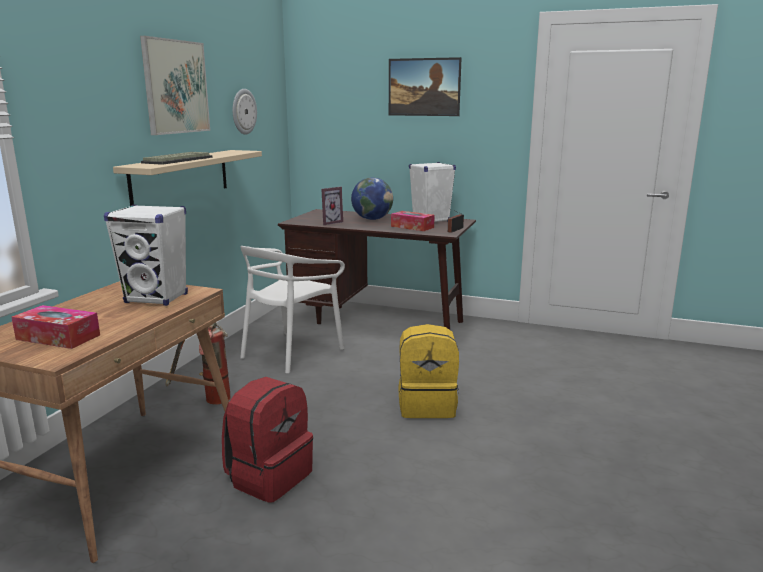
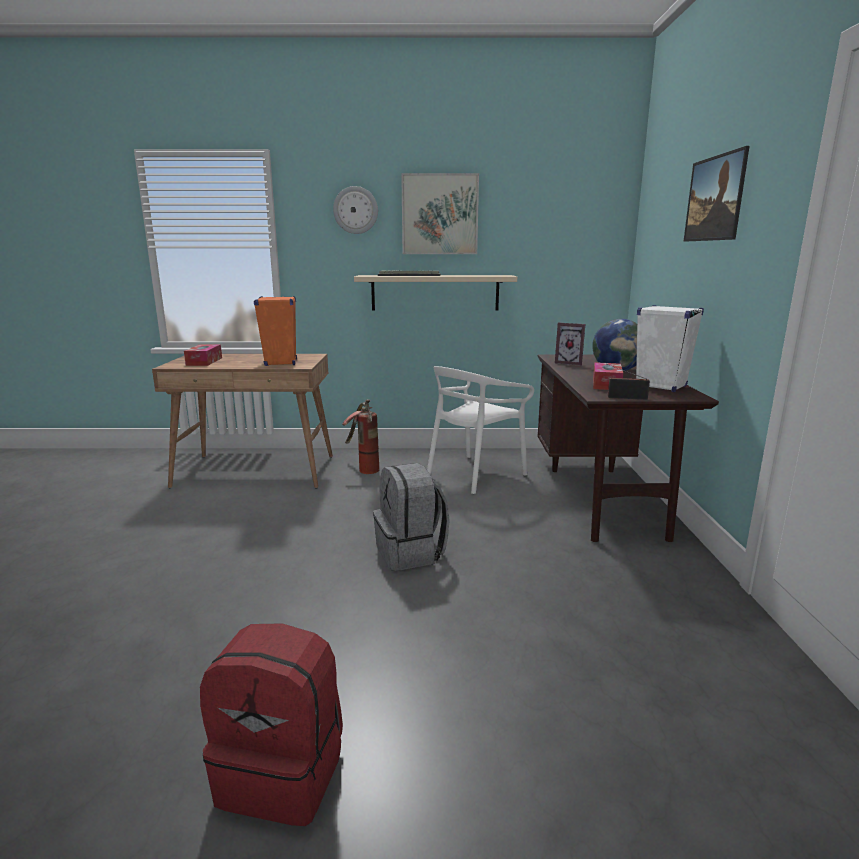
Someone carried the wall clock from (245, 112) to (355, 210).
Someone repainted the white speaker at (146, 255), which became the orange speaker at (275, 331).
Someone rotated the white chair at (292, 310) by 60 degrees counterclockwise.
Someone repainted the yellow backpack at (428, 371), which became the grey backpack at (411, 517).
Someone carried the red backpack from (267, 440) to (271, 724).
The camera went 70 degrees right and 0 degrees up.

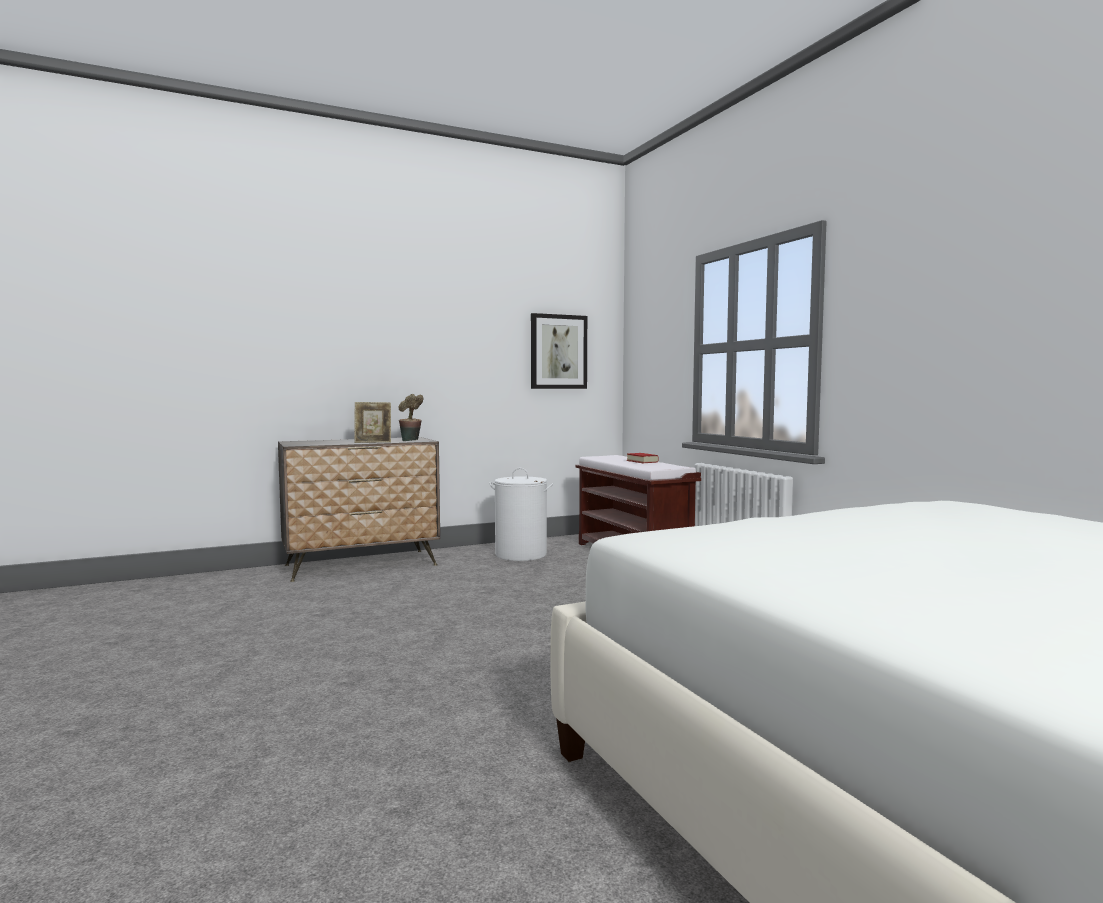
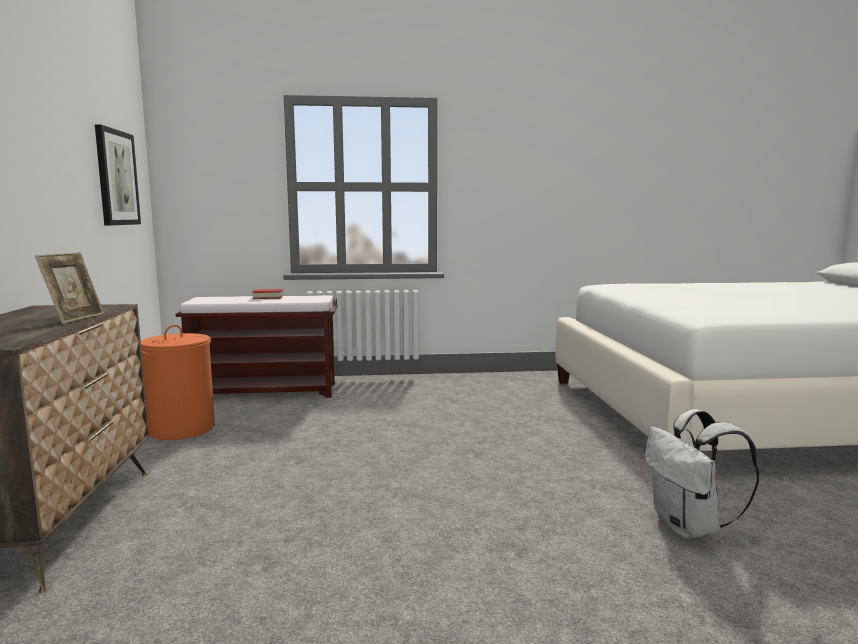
Someone took away the potted plant at (411, 417).
Someone repainted the white laundry basket at (521, 514), which became the orange laundry basket at (178, 382).
Someone put down the white backpack at (702, 474).
The camera went 70 degrees left and 5 degrees up.

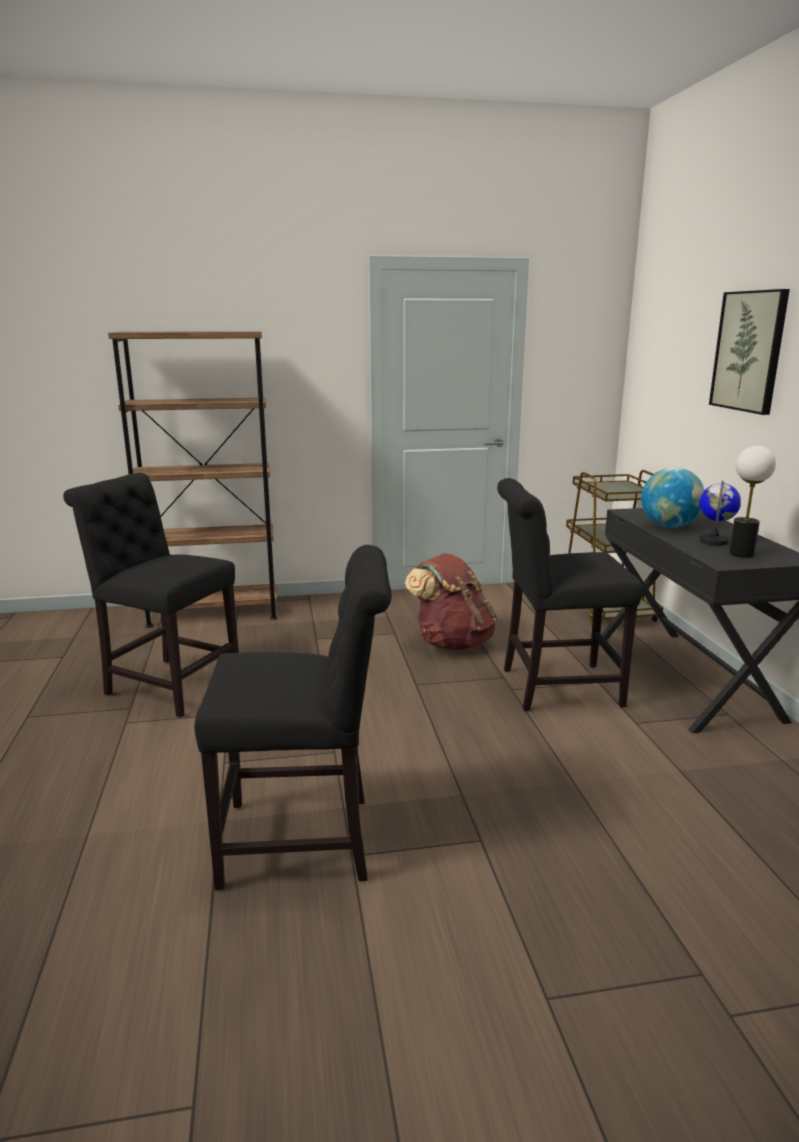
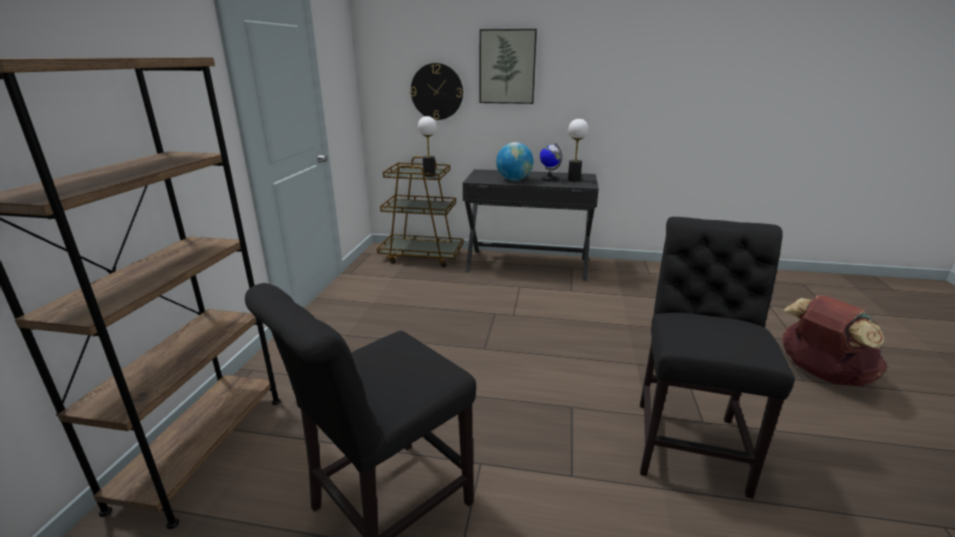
Someone took away the black chair at (569, 594).
Someone carried the brown backpack from (451, 601) to (834, 340).
Someone put up the wall clock at (437, 91).
Someone put down the table lamp at (427, 146).
The camera went 70 degrees left and 5 degrees up.

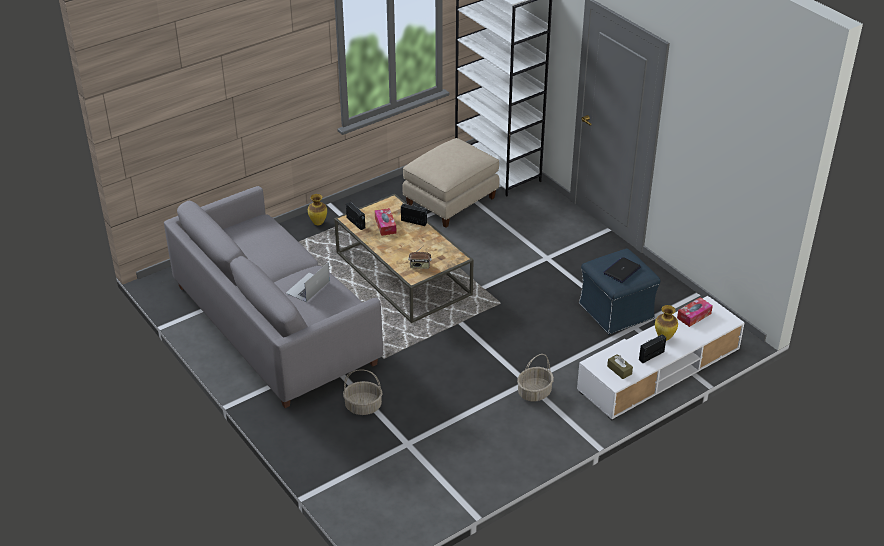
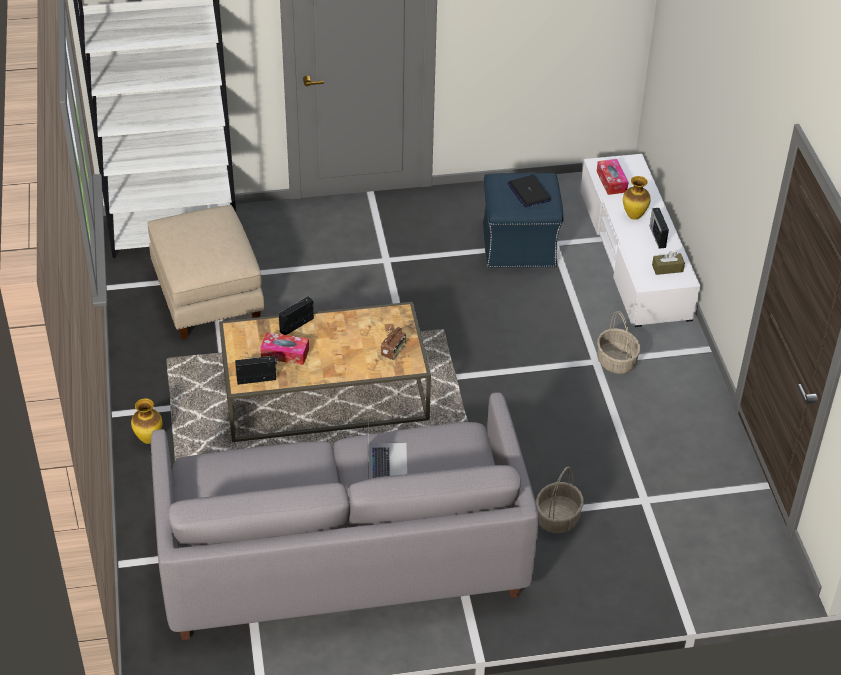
Someone rotated the laptop at (308, 282) by 150 degrees counterclockwise.
The camera went 65 degrees left and 5 degrees up.

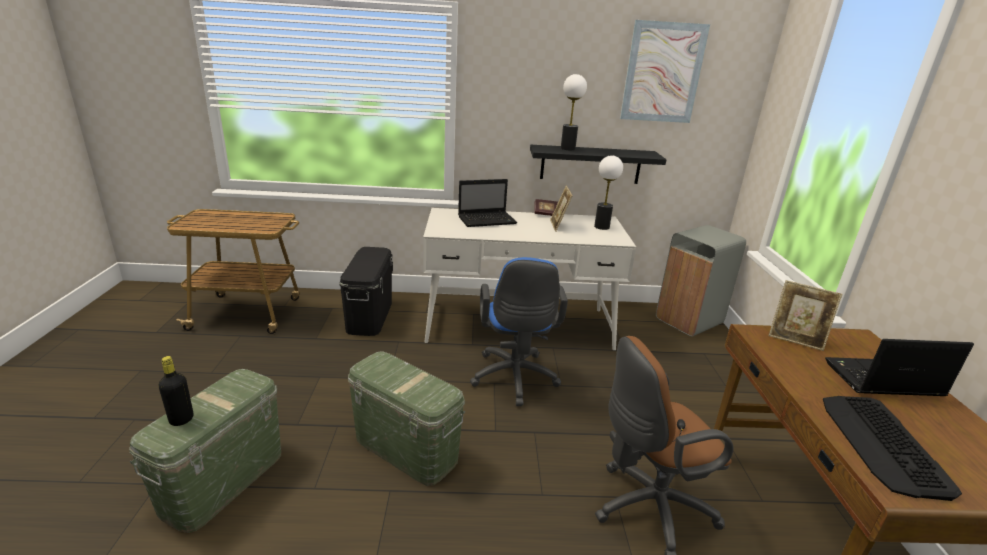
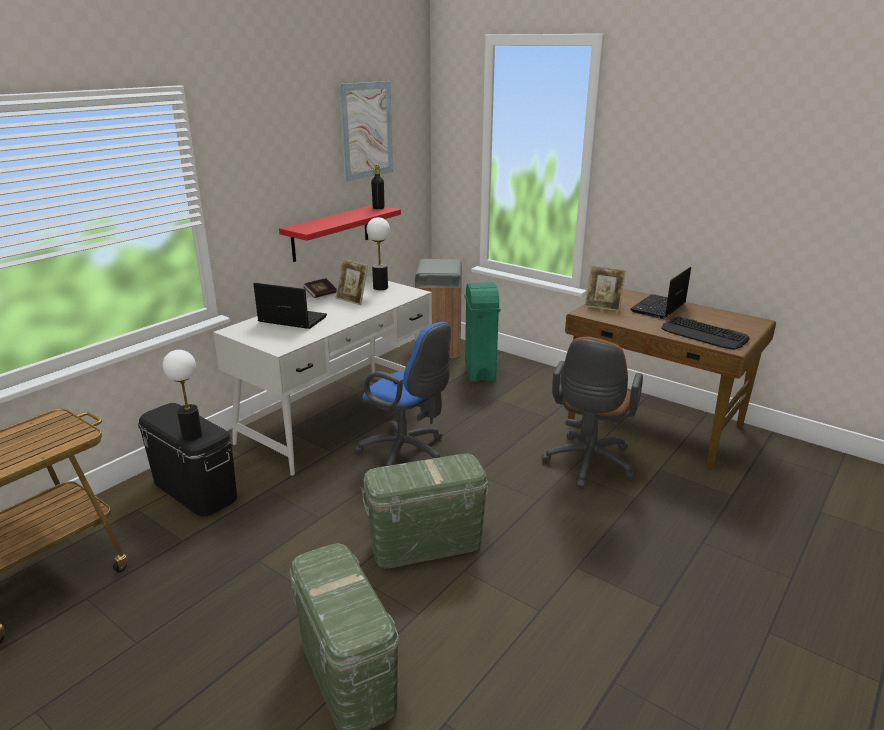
Someone carried the table lamp from (574, 112) to (182, 395).
Someone repainted the black shelf at (598, 164), which became the red shelf at (340, 233).
Someone rotated the laptop at (487, 203) by 90 degrees counterclockwise.
Someone rotated the picture frame at (805, 315) by 45 degrees clockwise.
Someone carried the black bottle from (175, 391) to (377, 186).
Someone put down the green trash can at (483, 332).
The camera went 50 degrees left and 0 degrees up.

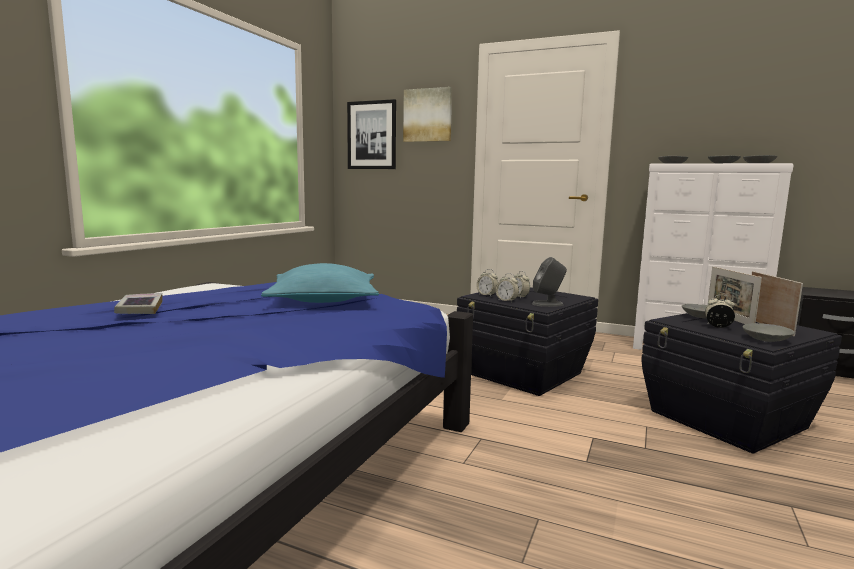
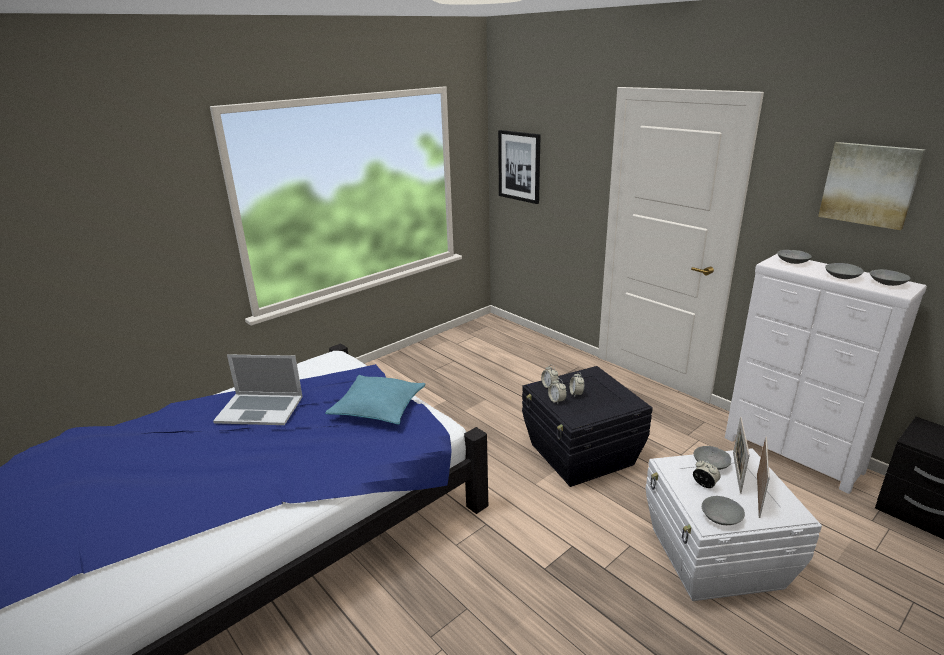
Someone carried the picture from (427, 114) to (872, 186).
Someone took away the grey speaker at (549, 282).
Someone swapped the book at (138, 303) for the laptop at (258, 389).
Someone repainted the black storage box at (741, 383), which became the white storage box at (734, 524).
The camera went 25 degrees right and 15 degrees up.

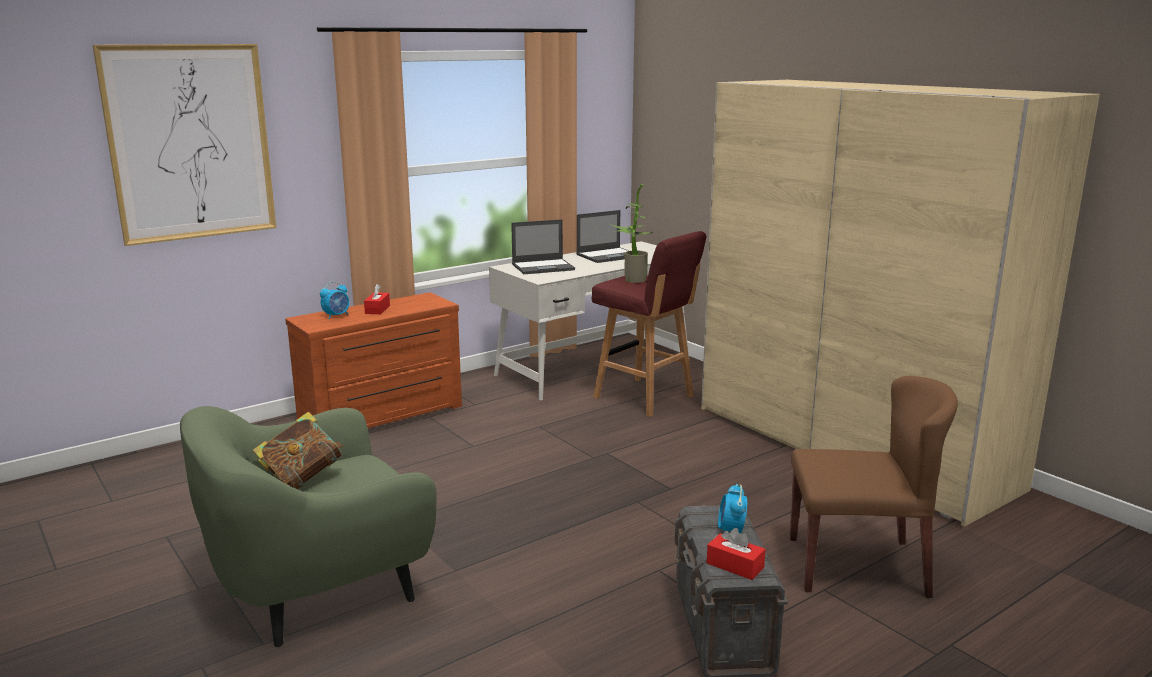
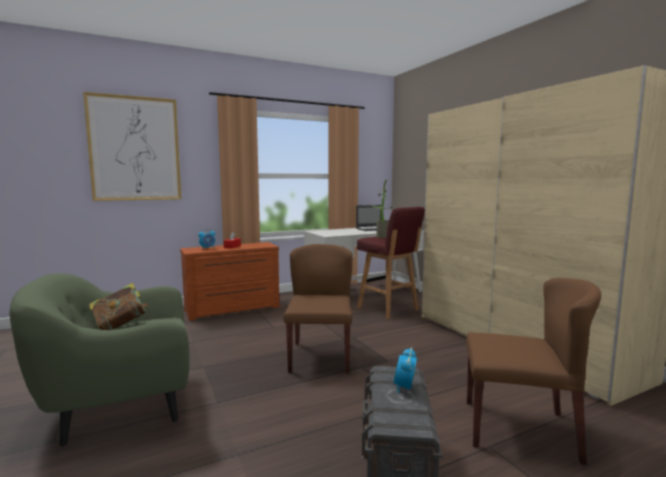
Someone took away the laptop at (543, 246).
Someone took away the red tissue box at (736, 554).
Someone put down the brown chair at (318, 309).
The camera went 10 degrees right and 10 degrees down.

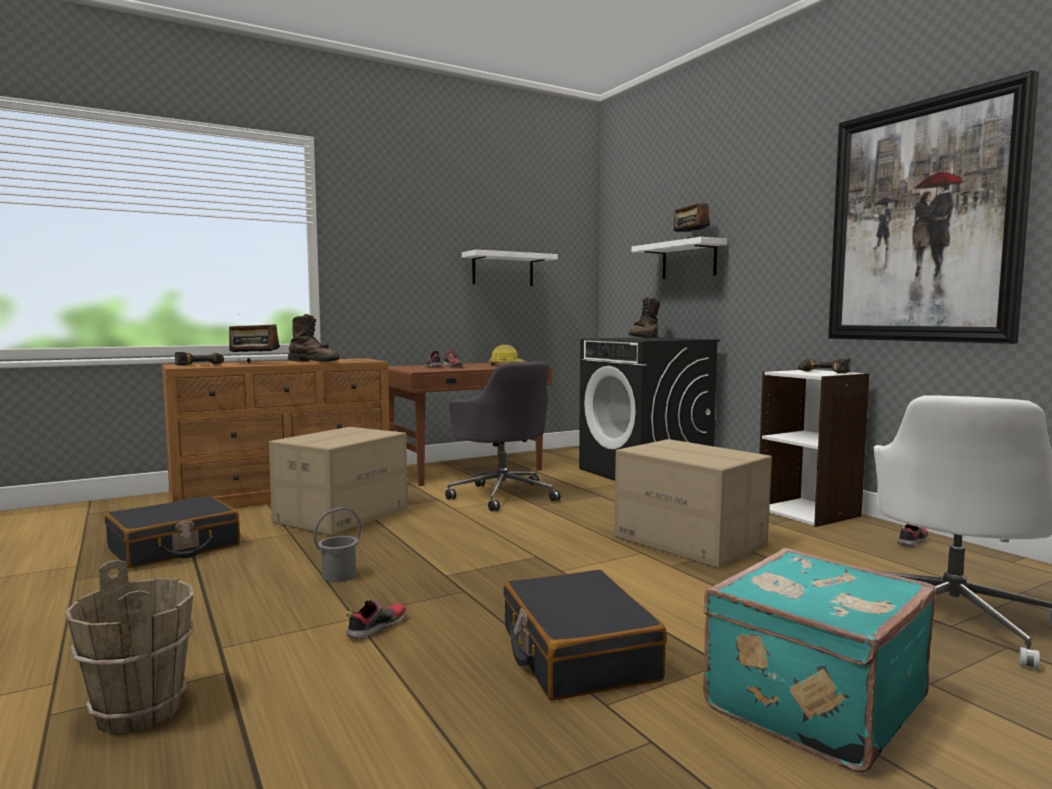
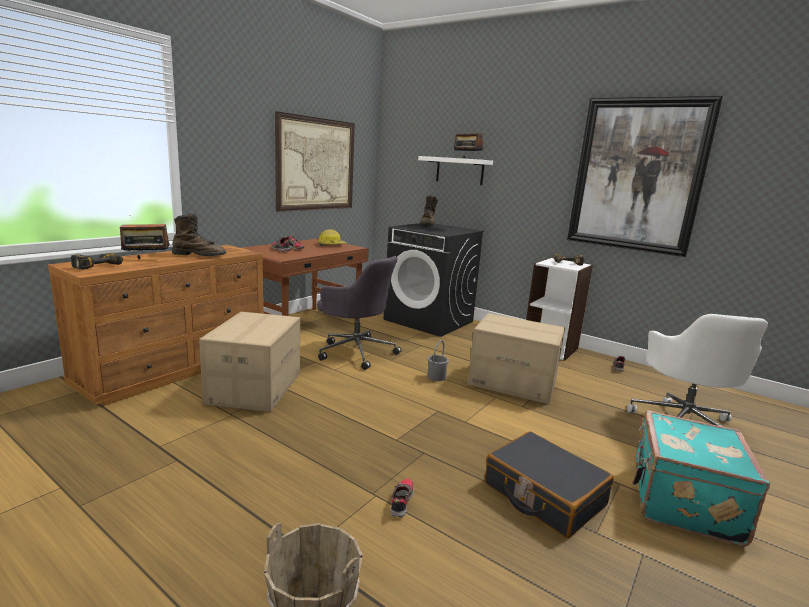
Someone swapped the white shelf at (510, 268) for the picture at (315, 161).
Someone took away the black suitcase at (172, 532).
Someone carried the grey bucket from (337, 545) to (438, 360).
The camera went 25 degrees left and 10 degrees up.

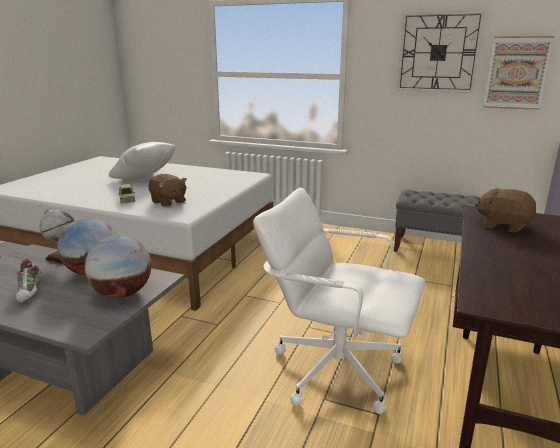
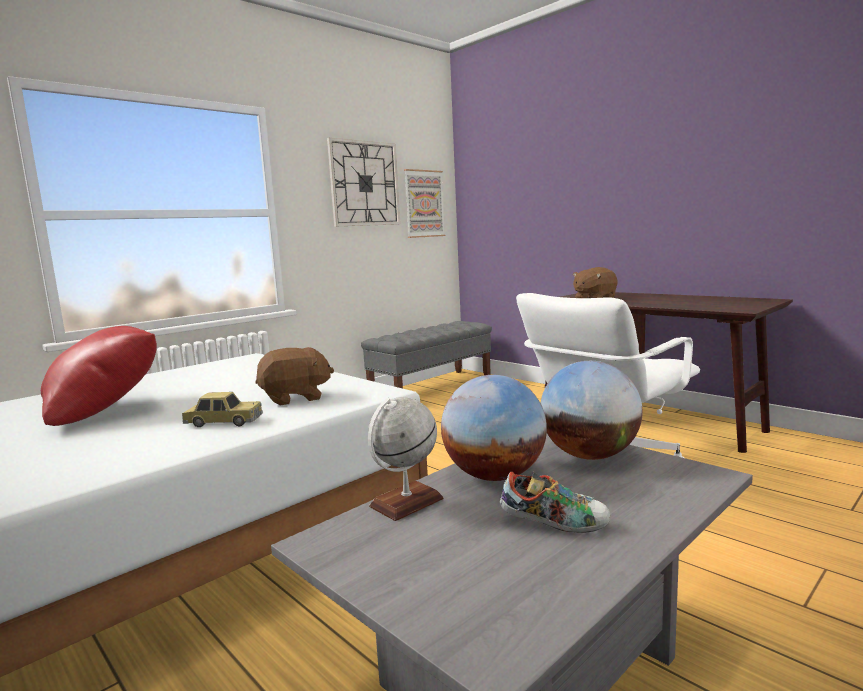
Someone repainted the white pillow at (142, 160), which became the red pillow at (99, 376).
The camera went 65 degrees left and 10 degrees down.

